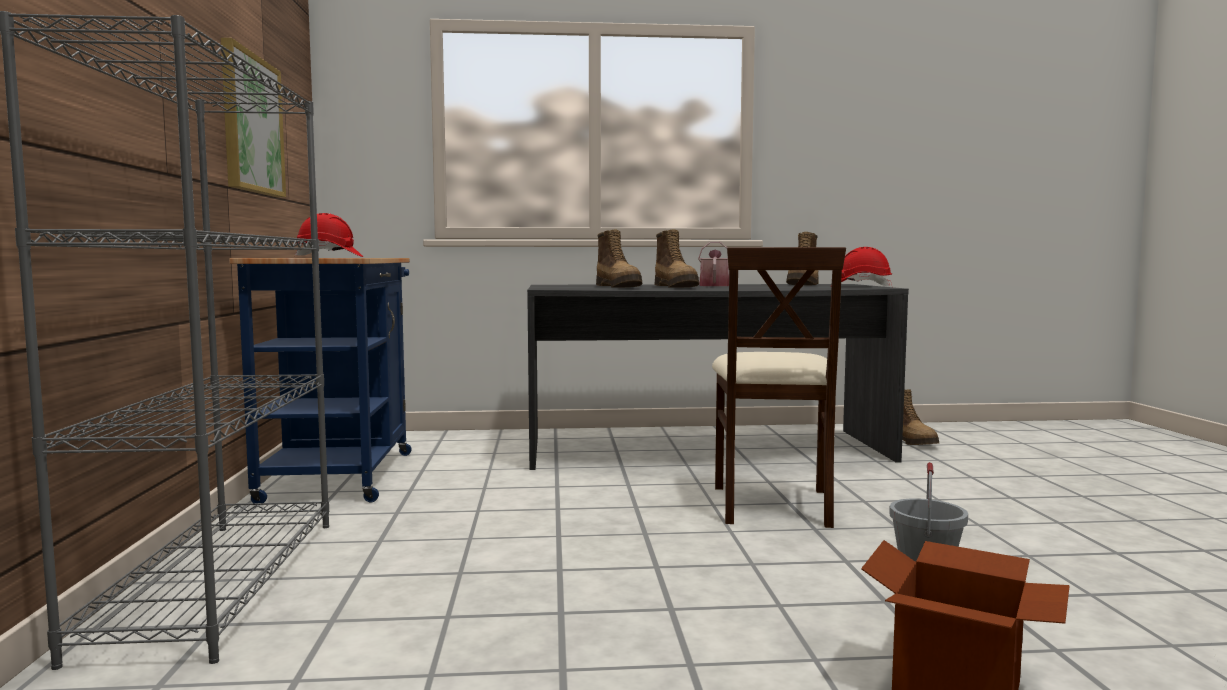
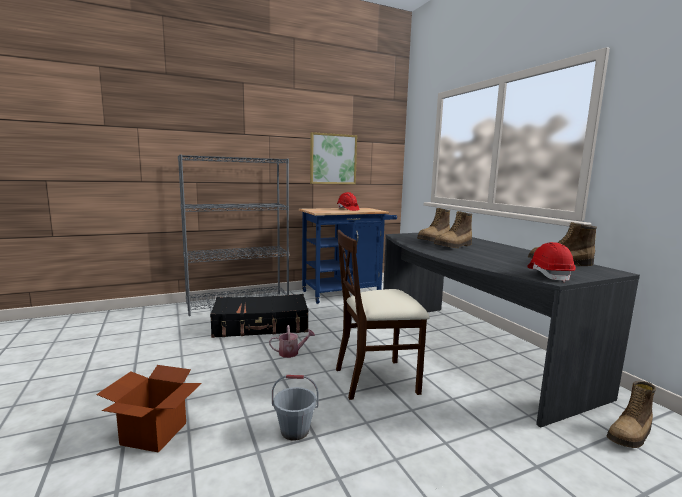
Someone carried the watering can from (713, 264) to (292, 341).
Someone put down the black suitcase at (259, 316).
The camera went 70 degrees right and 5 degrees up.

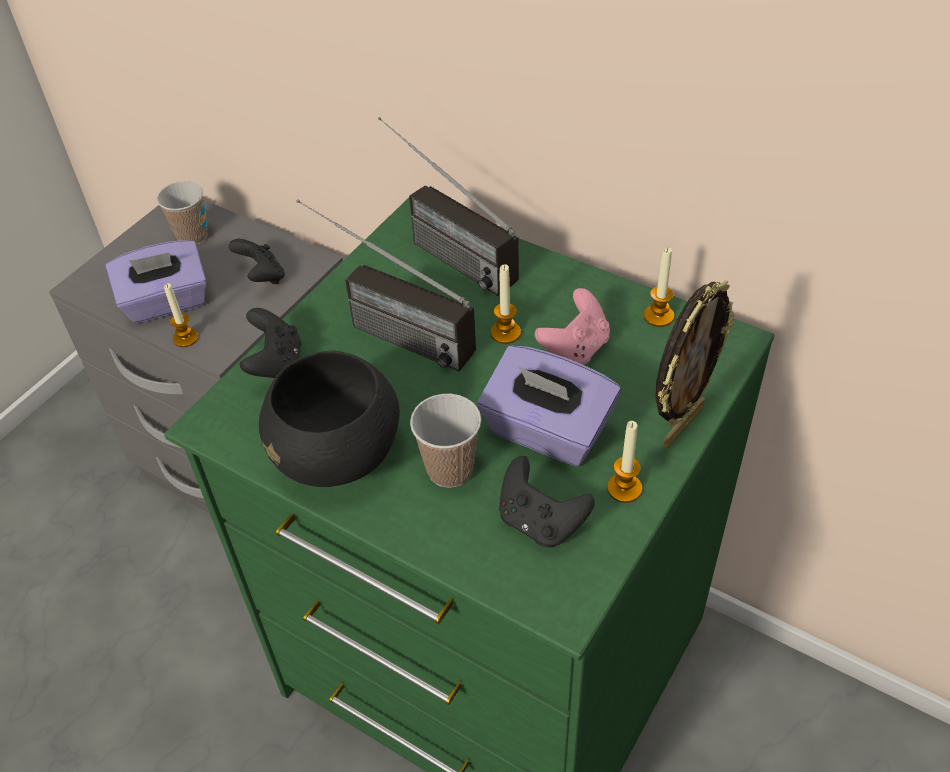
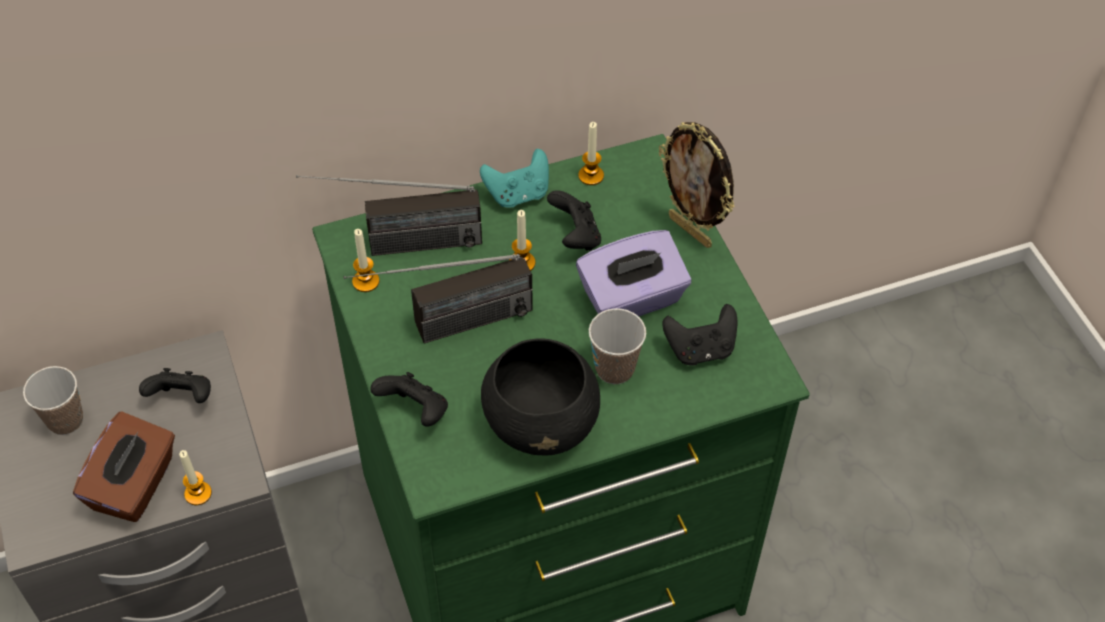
Someone repainted the purple tissue box at (156, 281), which became the brown tissue box at (124, 466).
Someone rotated the picture frame at (694, 364) by 150 degrees clockwise.
Someone repainted the pink game controller at (572, 326), which became the black game controller at (574, 220).
Someone carried the candle from (624, 462) to (366, 260).
Someone put down the turquoise game controller at (514, 178).
The camera went 55 degrees left and 5 degrees up.

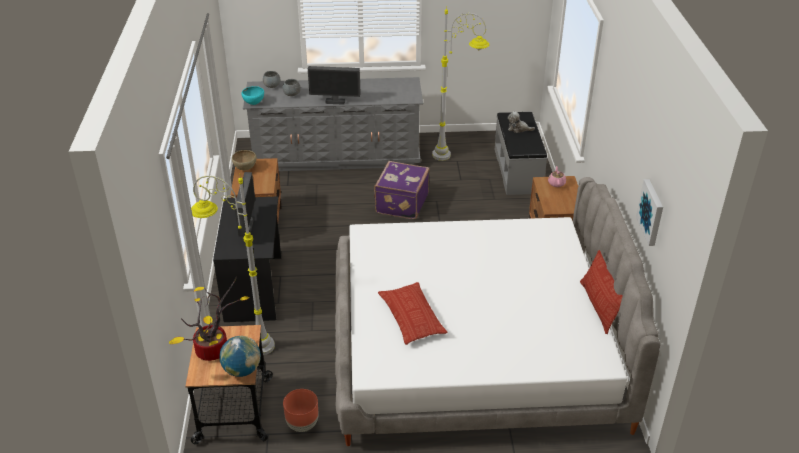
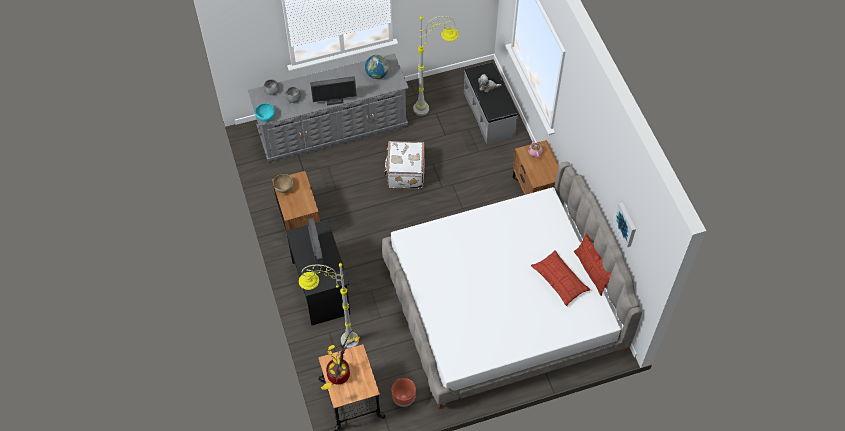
Someone repainted the purple suitcase at (401, 190), which became the white suitcase at (404, 165).
Someone carried the pillow from (413, 313) to (561, 278).
Someone carried the globe from (240, 356) to (377, 67).
The camera went 15 degrees left and 20 degrees up.

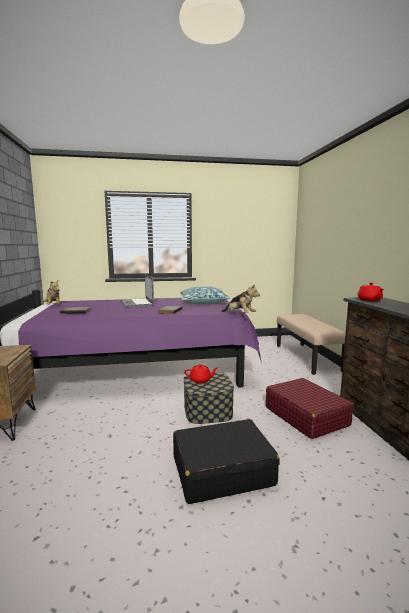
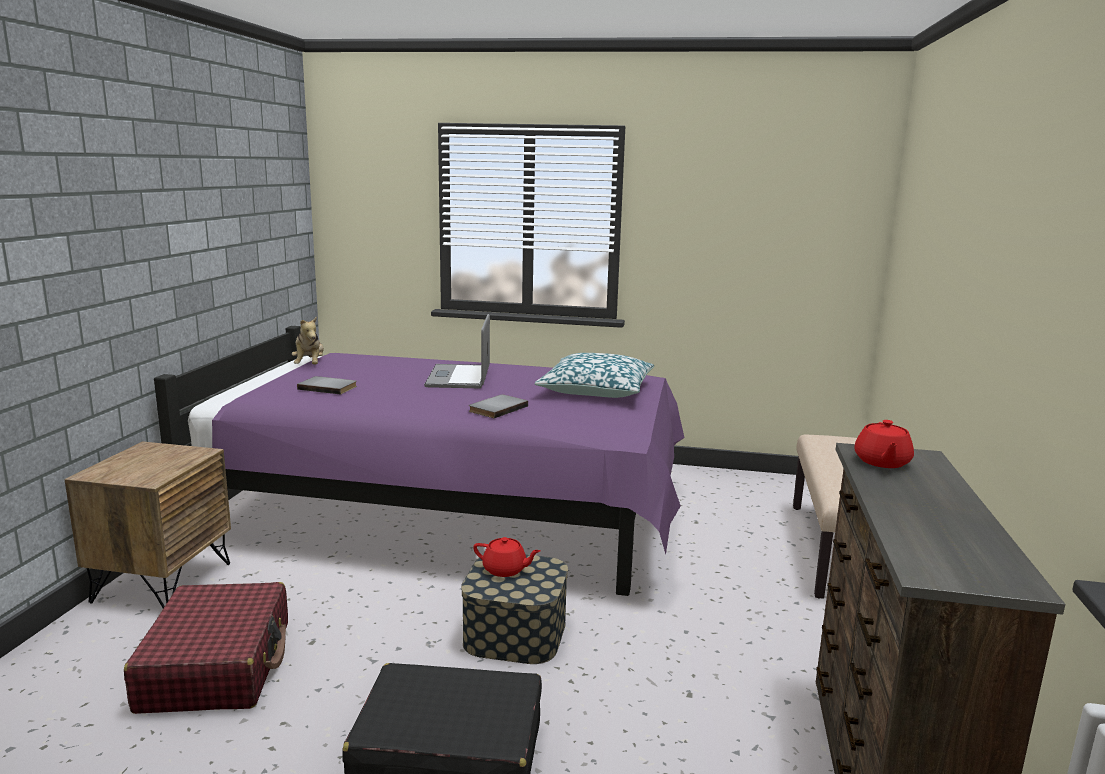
Someone took away the plush toy at (240, 298).
Someone carried the red suitcase from (310, 408) to (206, 648).
The camera went 20 degrees right and 5 degrees up.

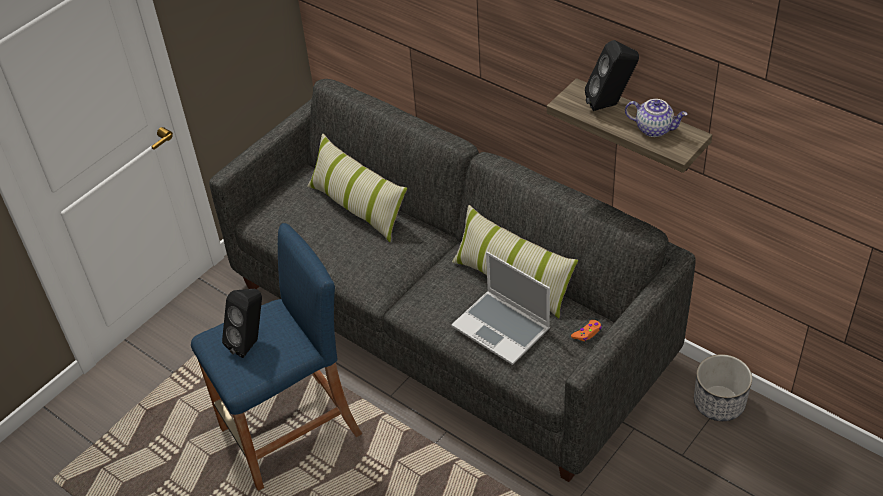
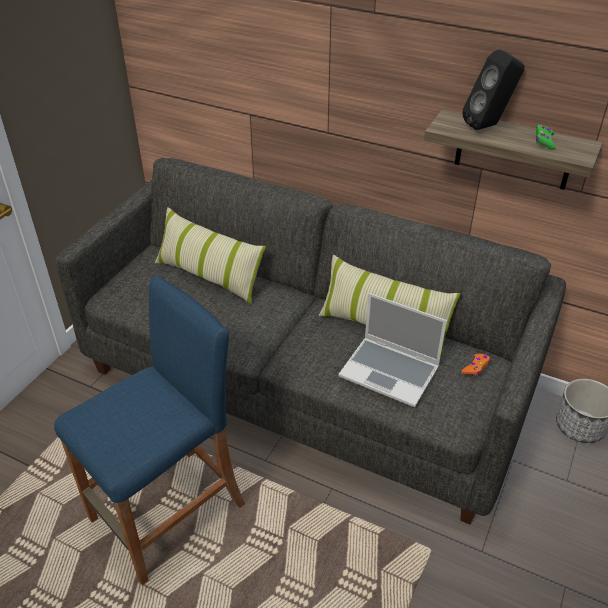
Someone swapped the teapot at (656, 118) for the green game controller at (545, 137).
Someone took away the black speaker at (242, 323).
The camera went 15 degrees left and 5 degrees down.

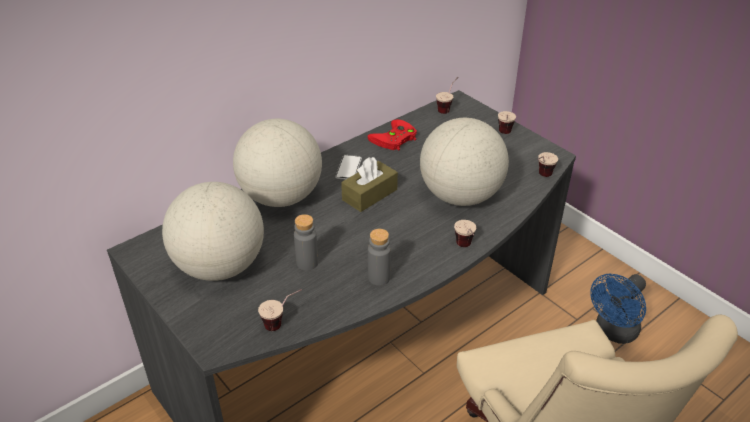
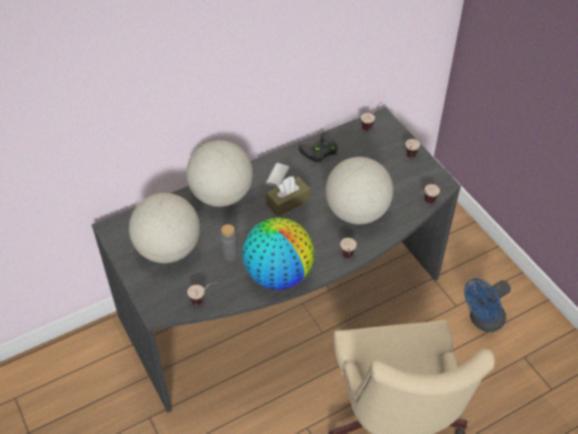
Someone repainted the red game controller at (392, 135), which became the black game controller at (318, 148).
Someone swapped the grey bottle at (379, 257) for the globe at (278, 254).
The camera went 10 degrees right and 10 degrees up.

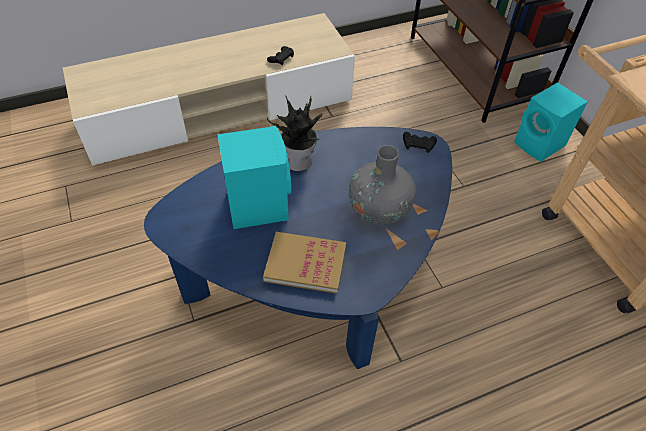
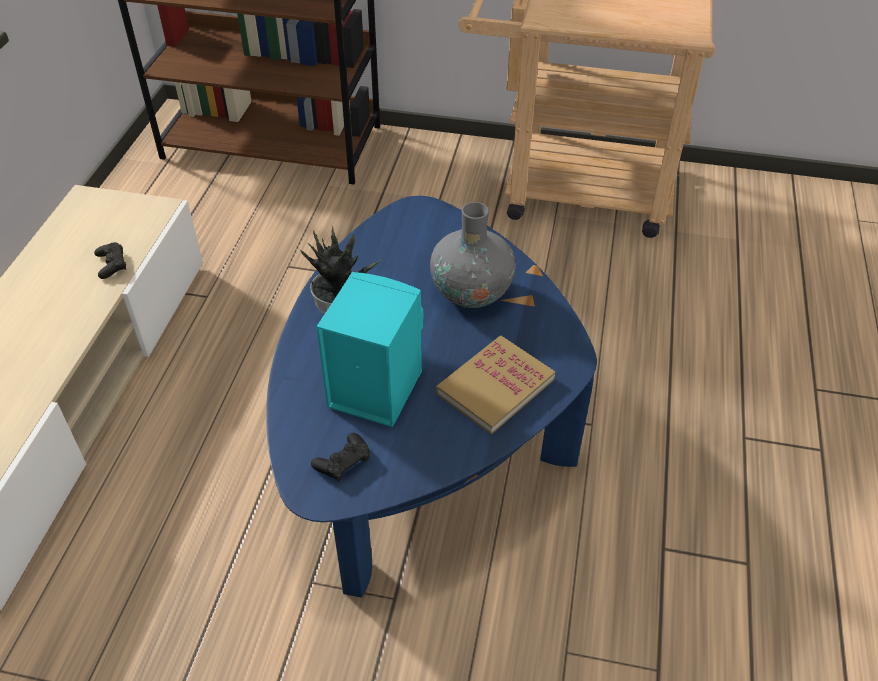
Someone took away the turquoise speaker at (551, 122).
Someone carried the black game controller from (420, 142) to (340, 457).
The camera went 55 degrees left and 5 degrees down.

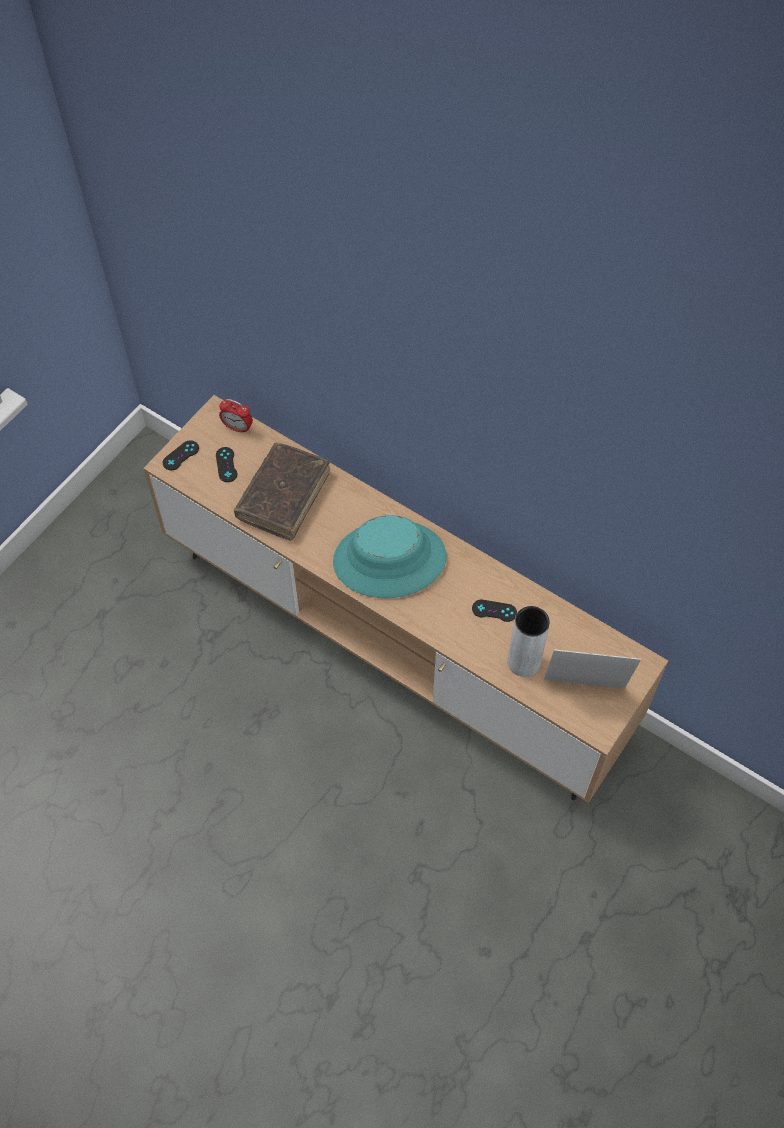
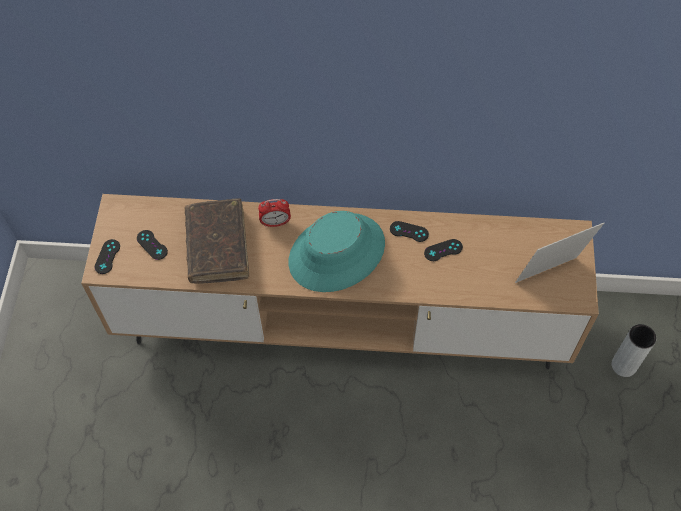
Someone carried the alarm clock from (236, 416) to (274, 213).
Someone carried the grey vase from (529, 641) to (634, 350).
Someone put down the black game controller at (409, 231).
The camera went 30 degrees left and 0 degrees up.

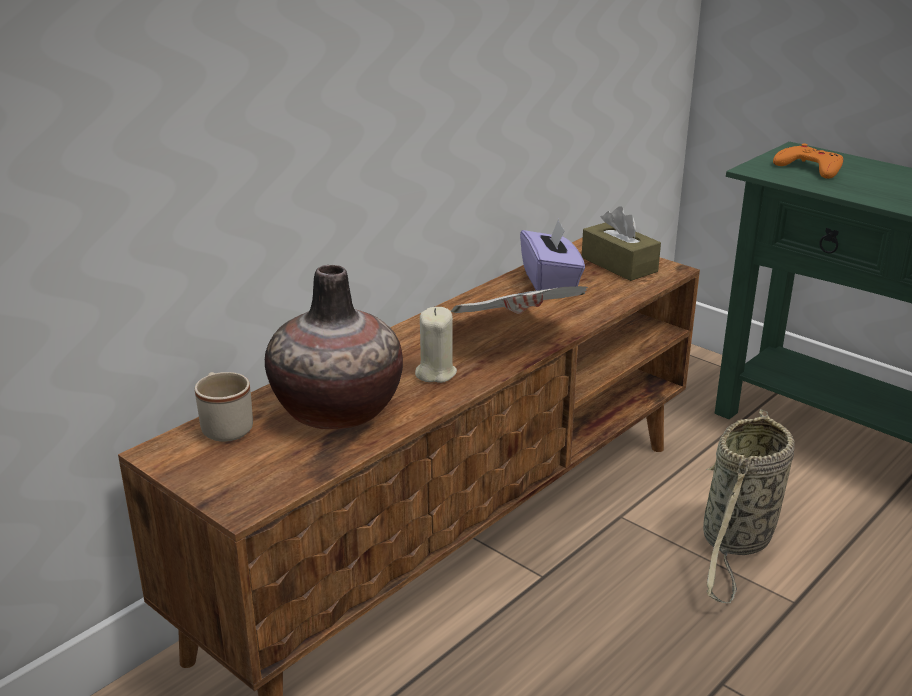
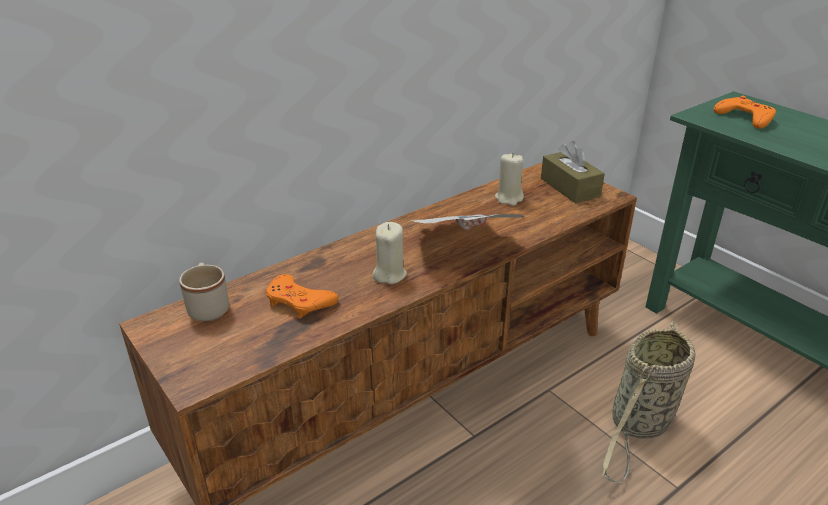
Someone swapped the purple tissue box at (552, 255) for the beige candle at (509, 179).
Someone swapped the vase at (334, 347) for the orange game controller at (302, 296).
The camera went 10 degrees right and 5 degrees up.

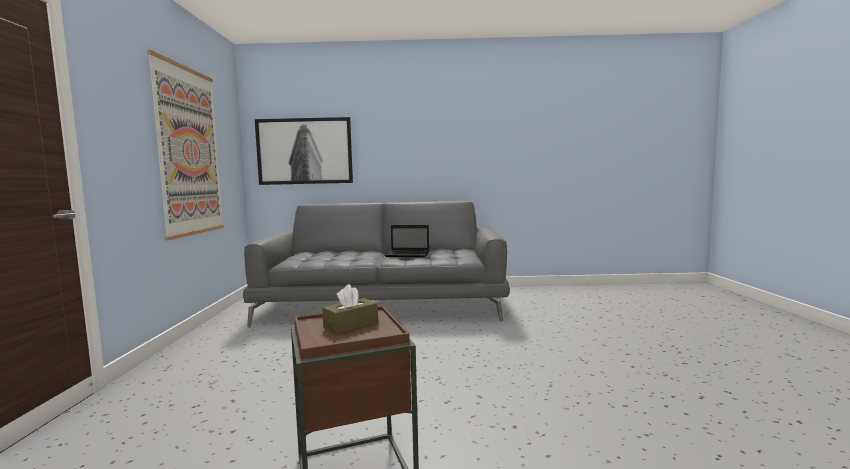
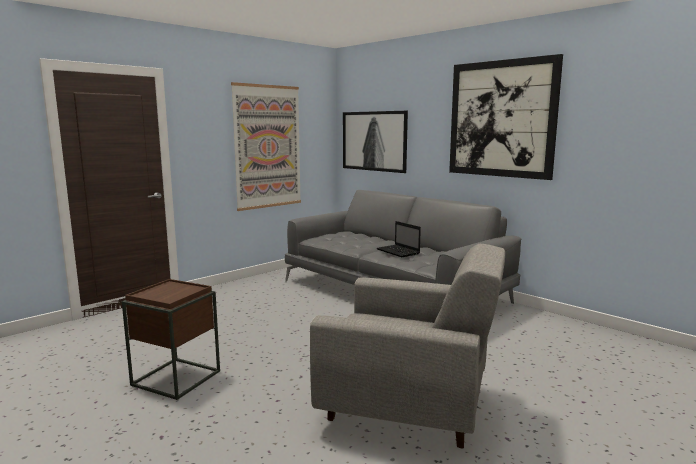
Someone took away the brown tissue box at (350, 309).
Someone put up the picture at (506, 117).
Someone put down the grey armchair at (407, 346).
The camera went 45 degrees right and 5 degrees up.

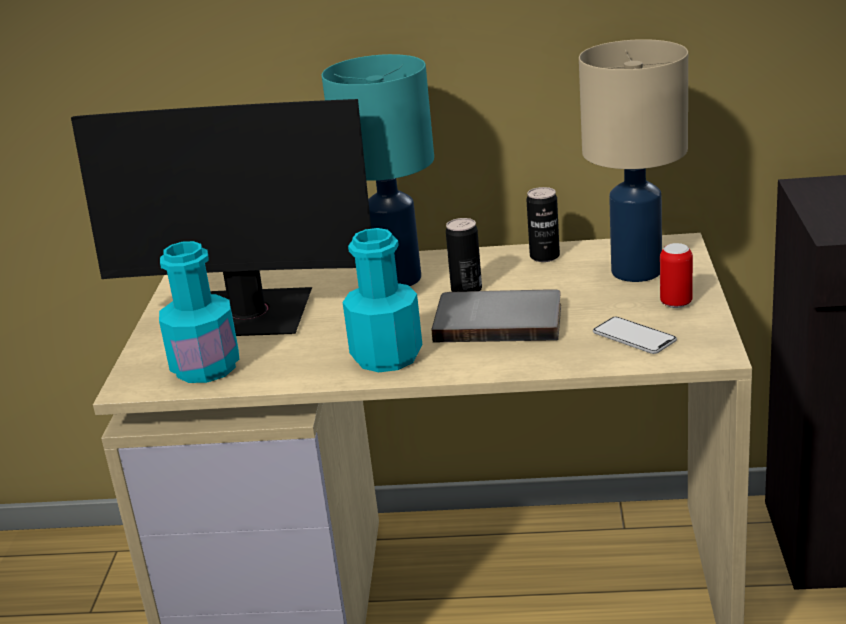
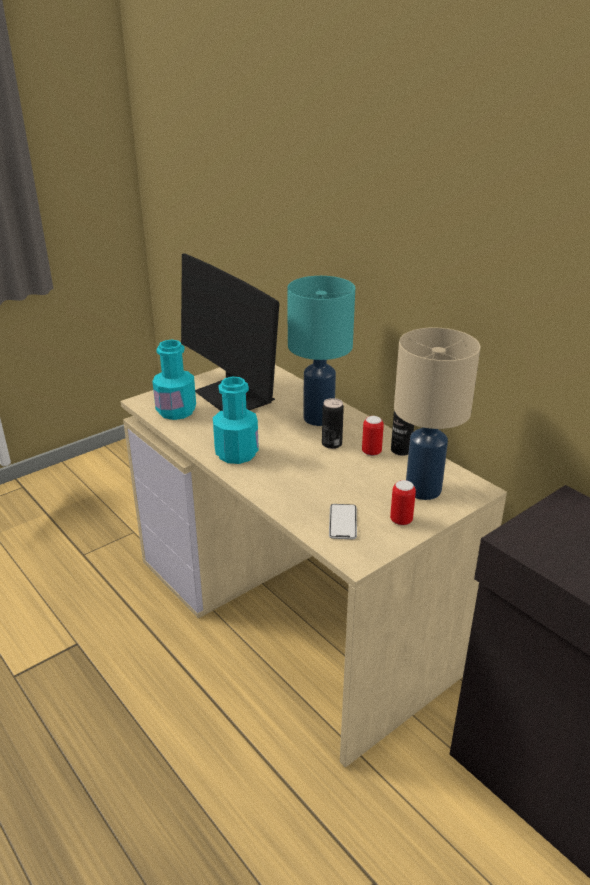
Someone took away the grey book at (496, 315).
Someone put down the can at (373, 436).
The camera went 45 degrees right and 5 degrees up.

